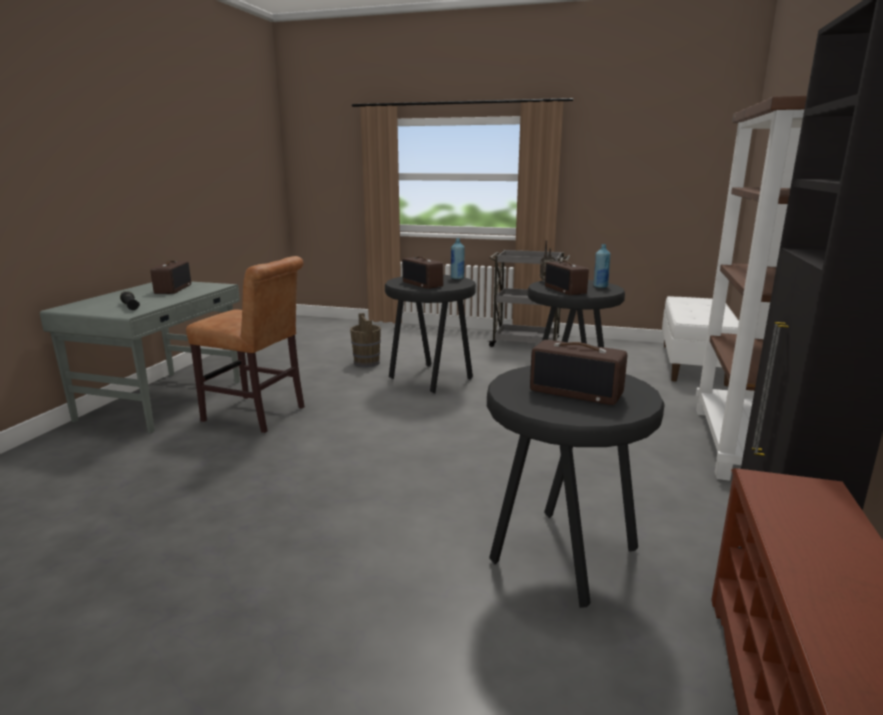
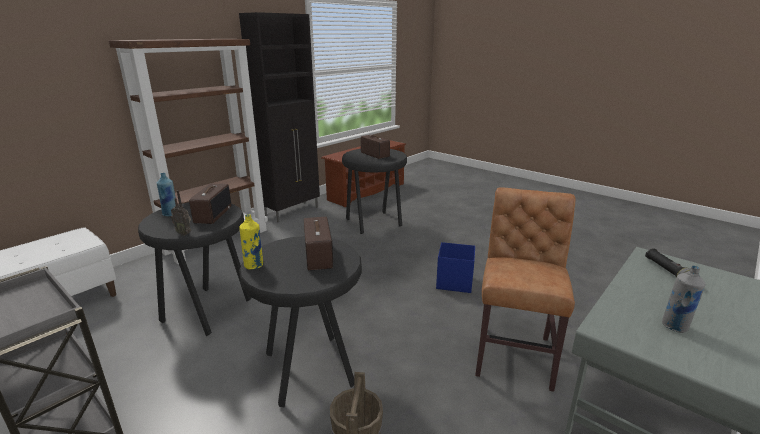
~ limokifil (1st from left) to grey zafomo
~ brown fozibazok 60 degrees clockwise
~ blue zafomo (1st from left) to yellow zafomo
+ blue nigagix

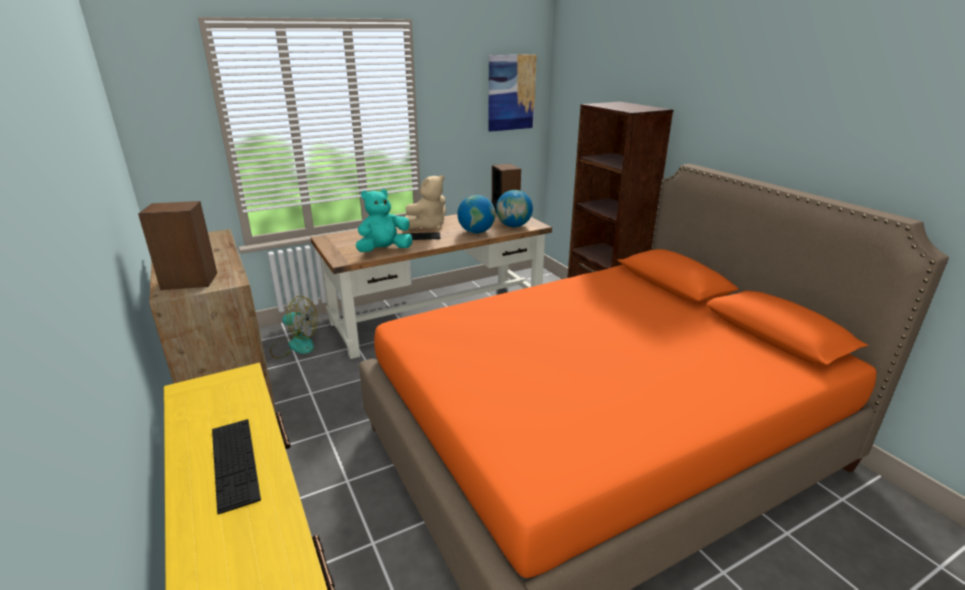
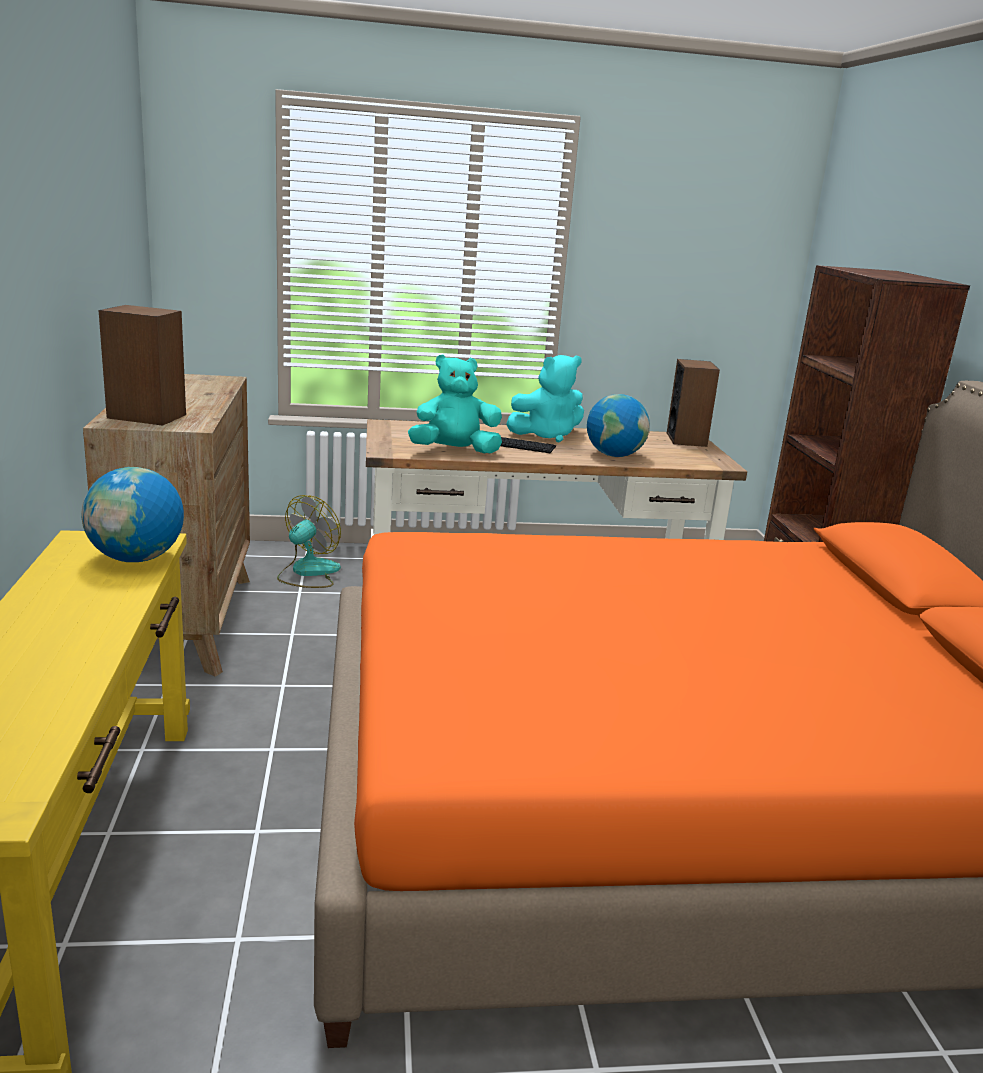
- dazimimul (1st from left)
~ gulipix 90 degrees counterclockwise
~ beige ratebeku to turquoise ratebeku (2nd from left)
- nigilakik
~ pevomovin (2nd from left in the first image) to pevomovin (1st from left)

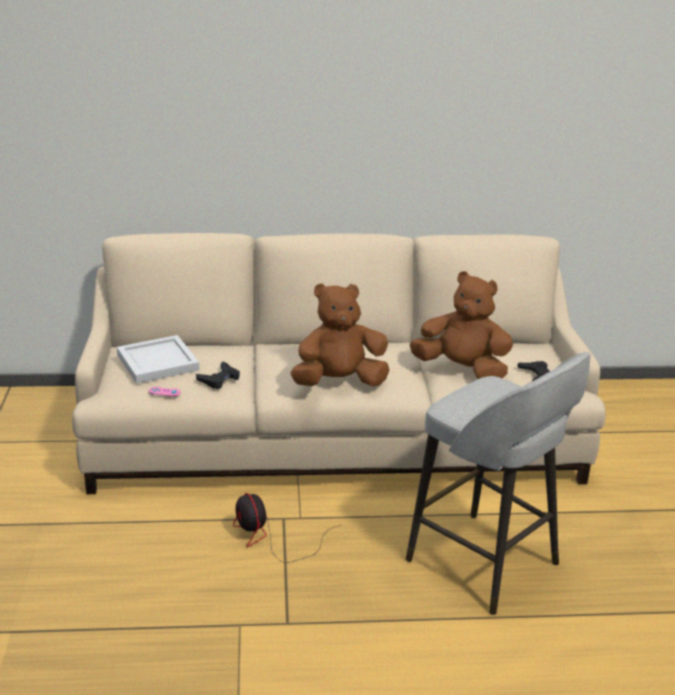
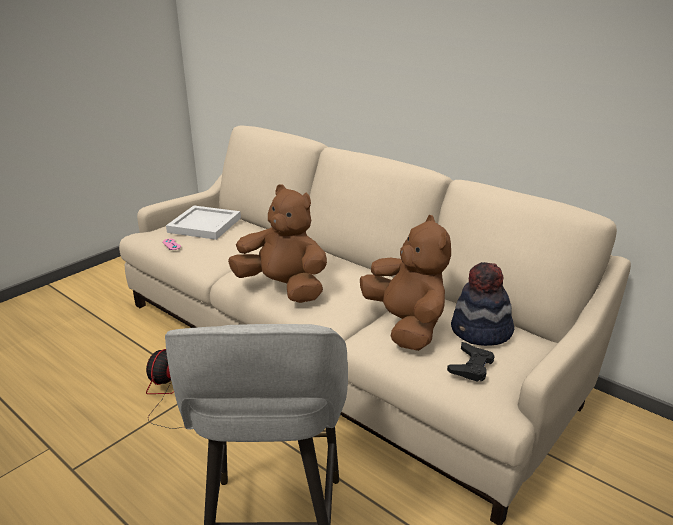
- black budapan (1st from left)
+ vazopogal

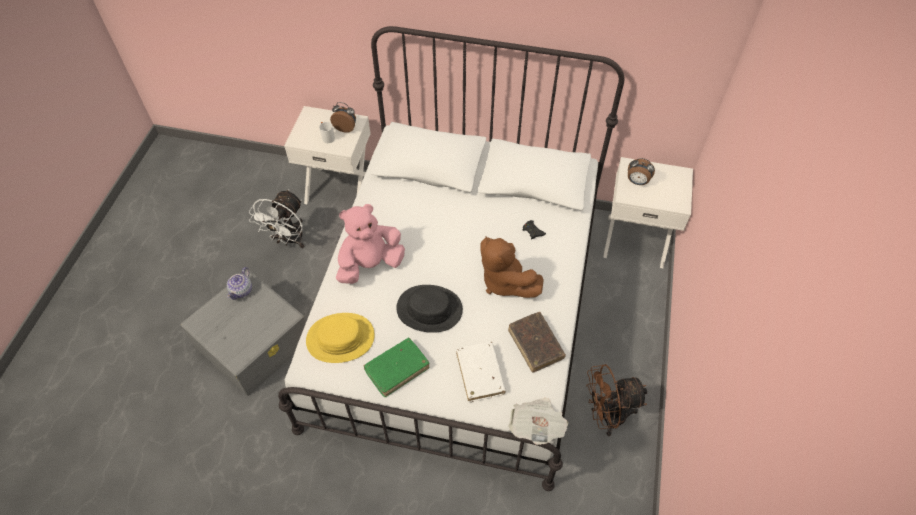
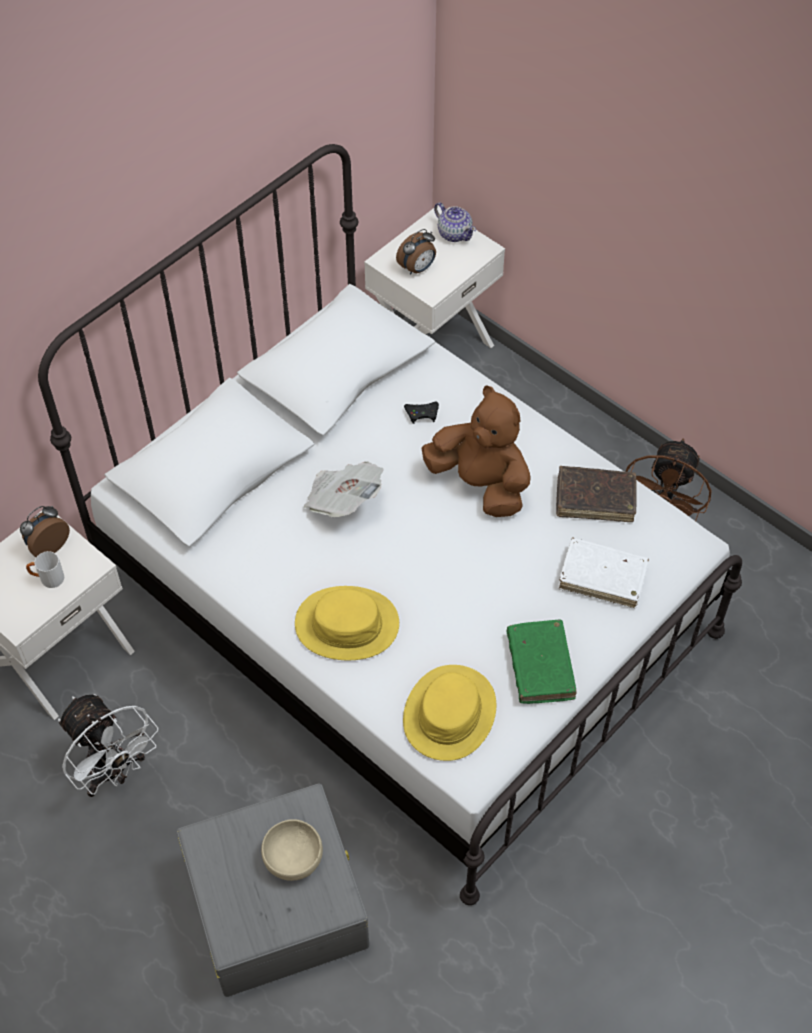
~ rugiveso
~ pink ratebeku to yellow vazopogal (1st from left)
- black vazopogal
~ brown ratebeku 135 degrees counterclockwise
~ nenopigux
+ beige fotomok

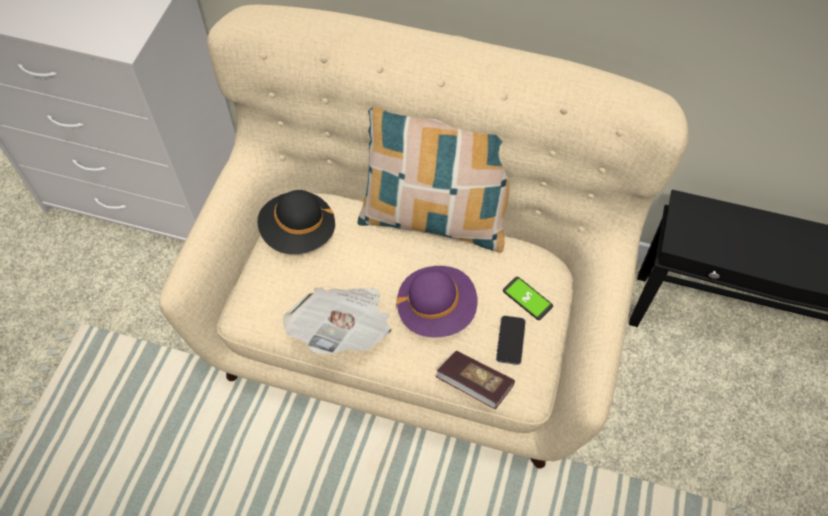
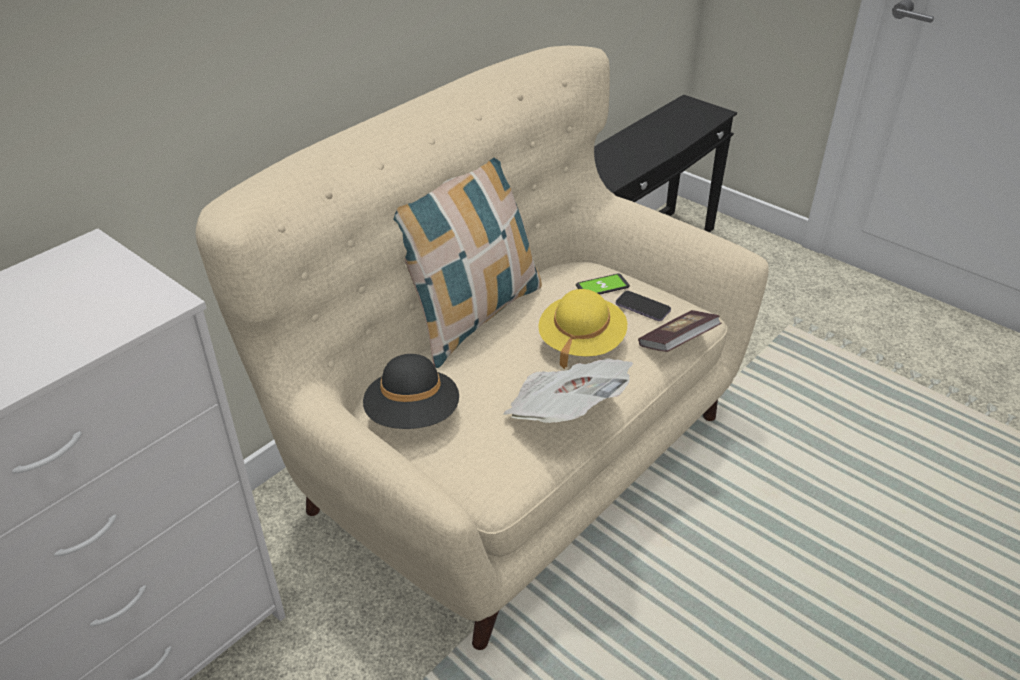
~ purple vazopogal to yellow vazopogal

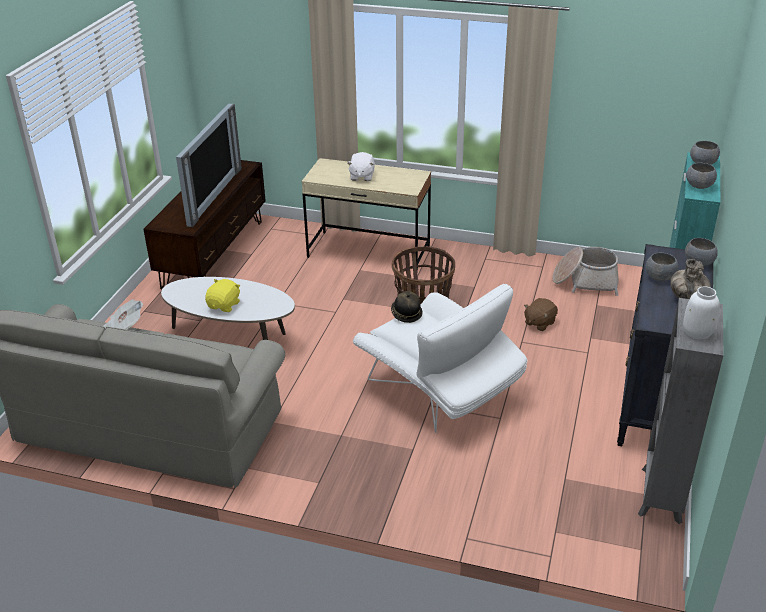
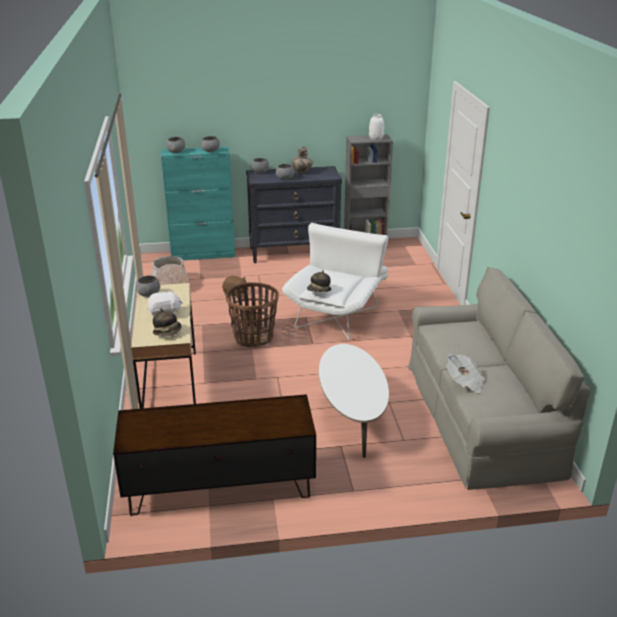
- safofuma
- yellow ratebeku
+ grey fotomok (1st from left)
+ vazopogal (1st from left)

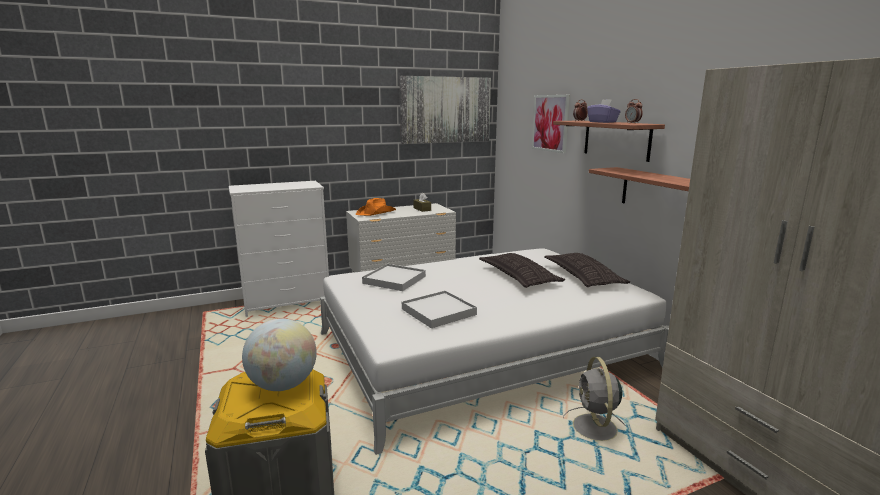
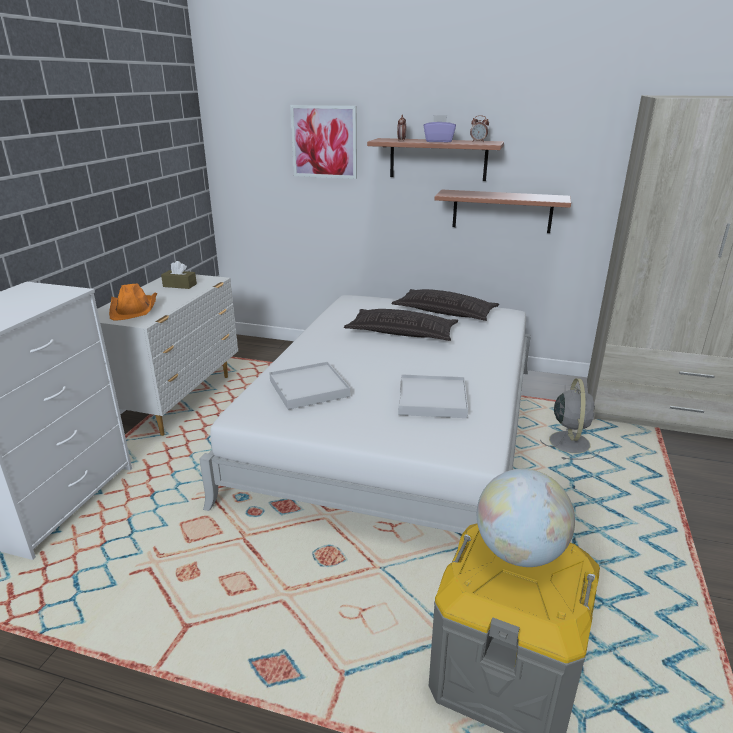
- nigilakik (1st from left)
~ grey gulipix 120 degrees counterclockwise

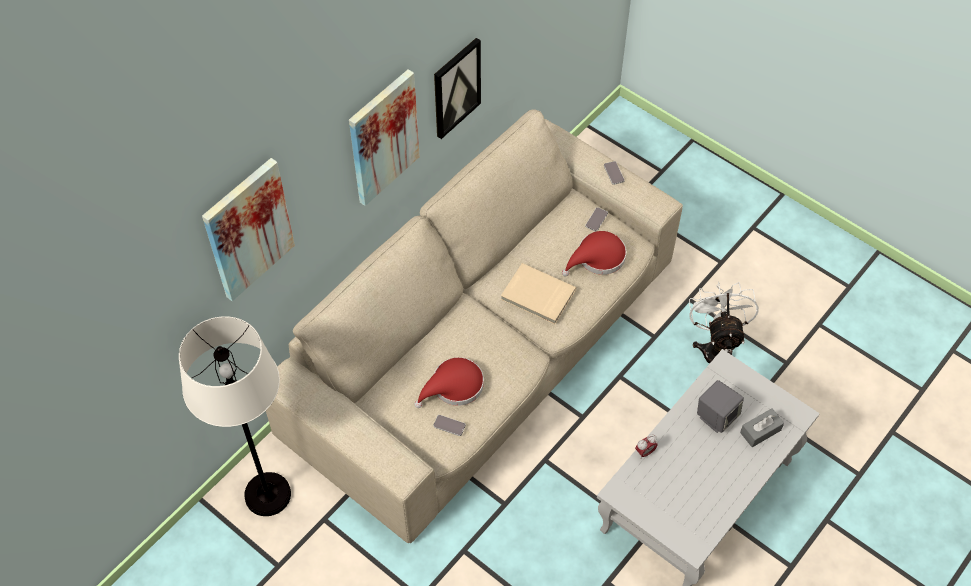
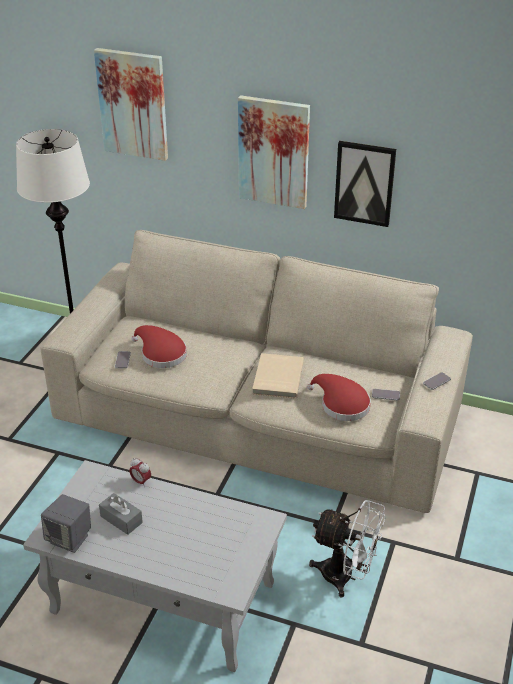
~ white gulipix 45 degrees clockwise
~ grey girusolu
~ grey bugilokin

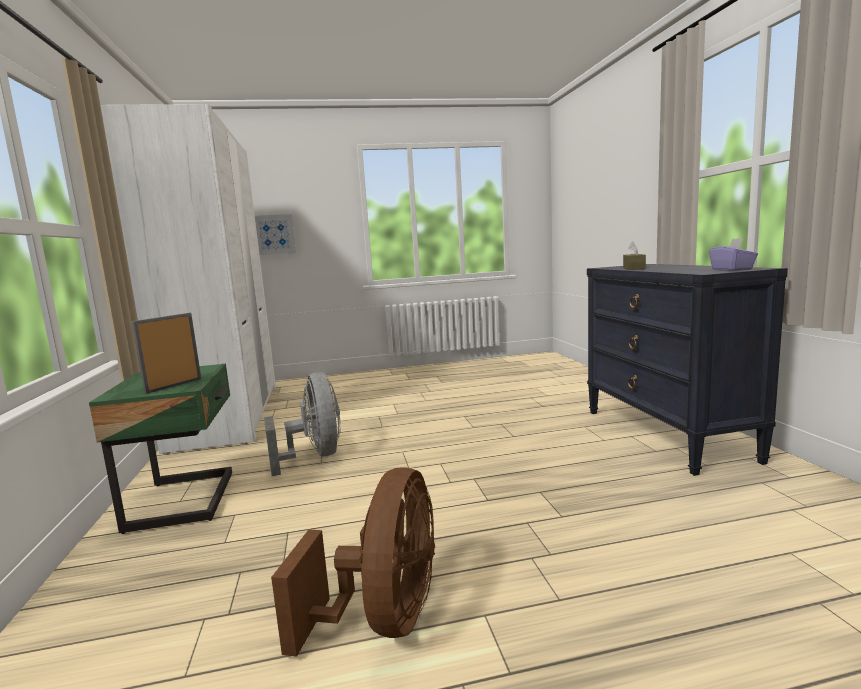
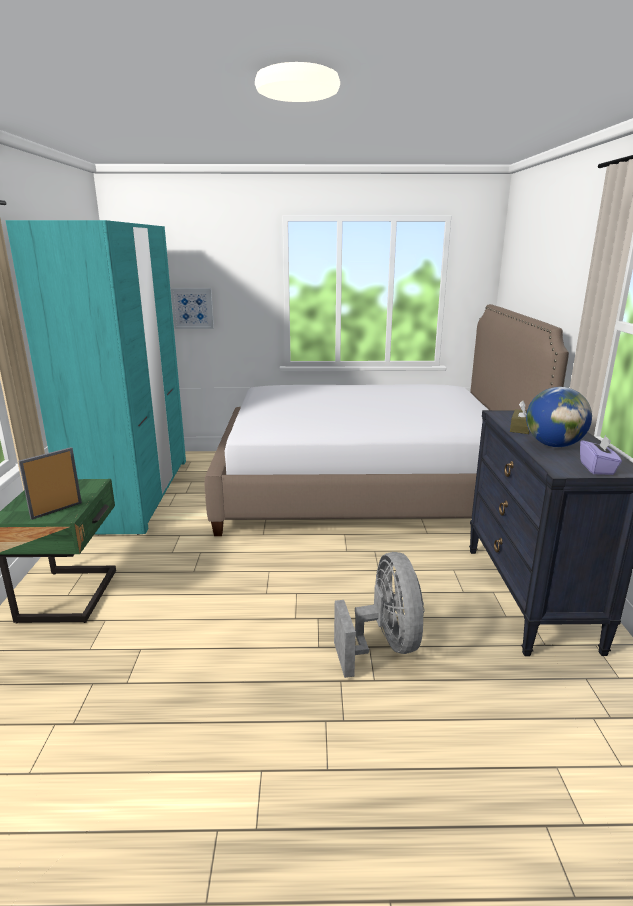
~ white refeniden to turquoise refeniden
~ grey gulipix
- brown gulipix
+ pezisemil
+ pevomovin

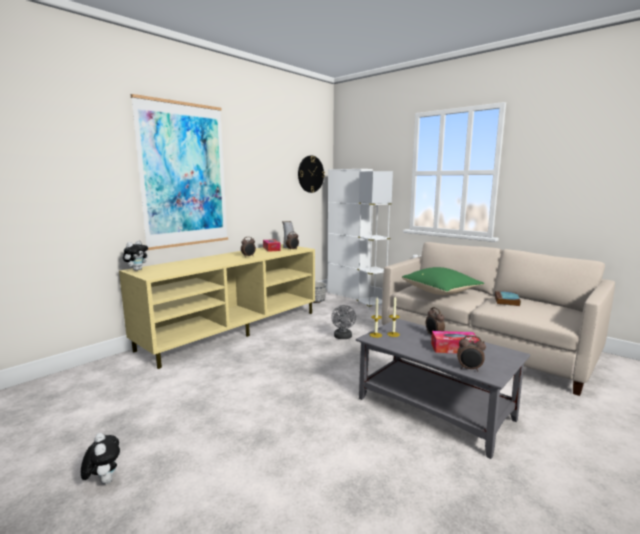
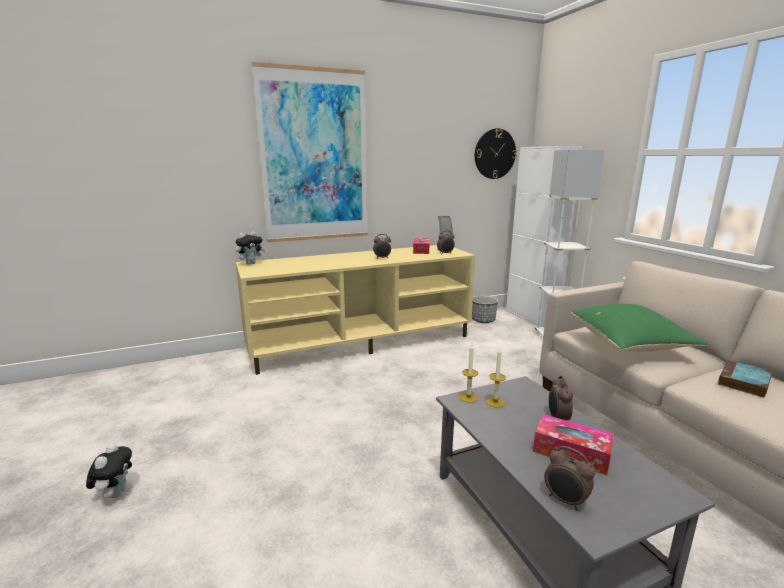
- grey gulipix

